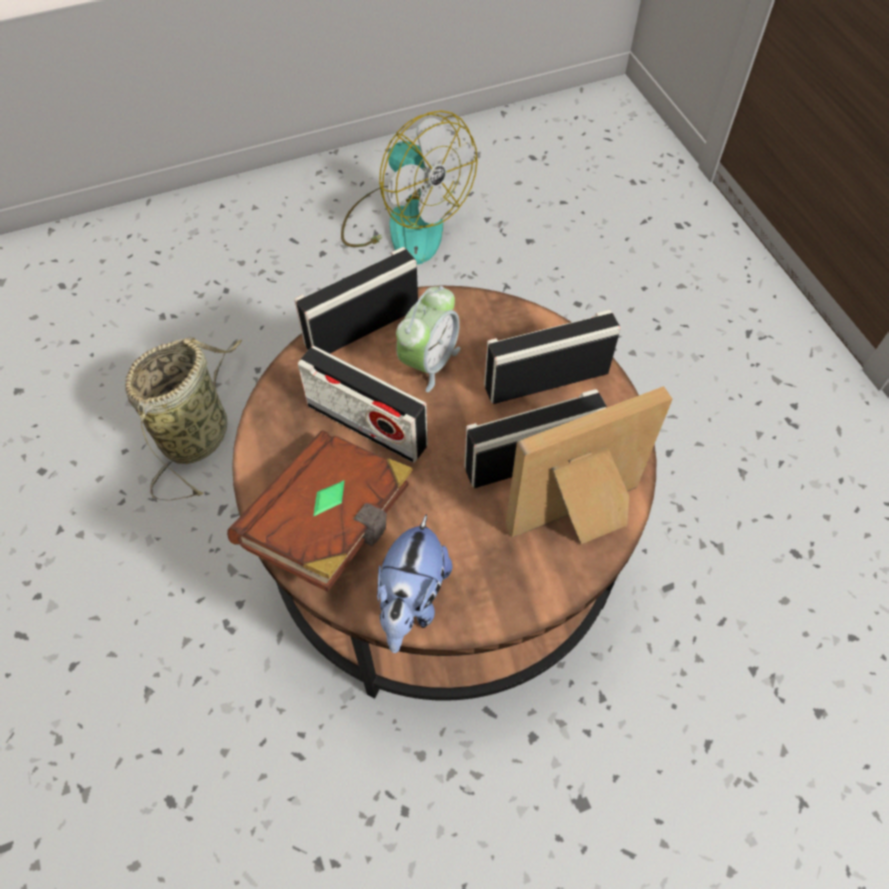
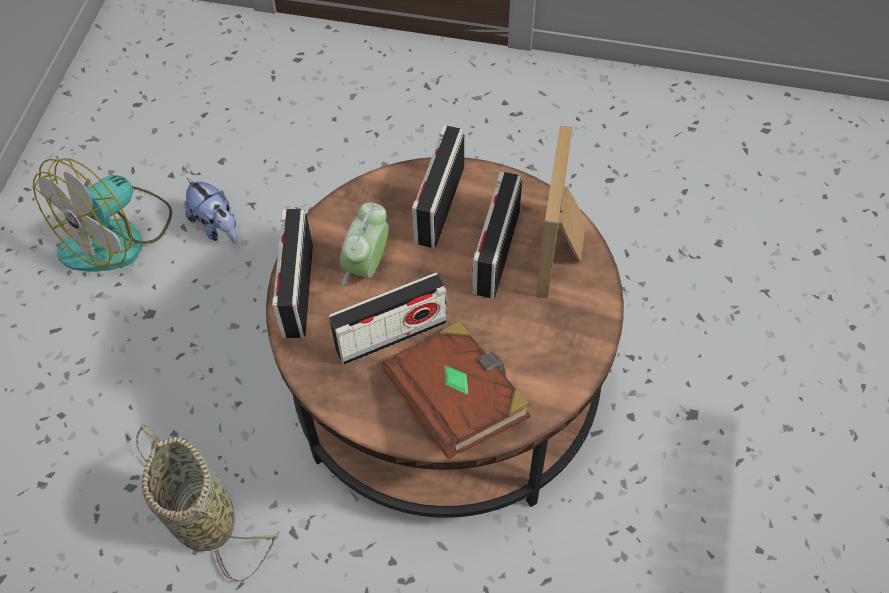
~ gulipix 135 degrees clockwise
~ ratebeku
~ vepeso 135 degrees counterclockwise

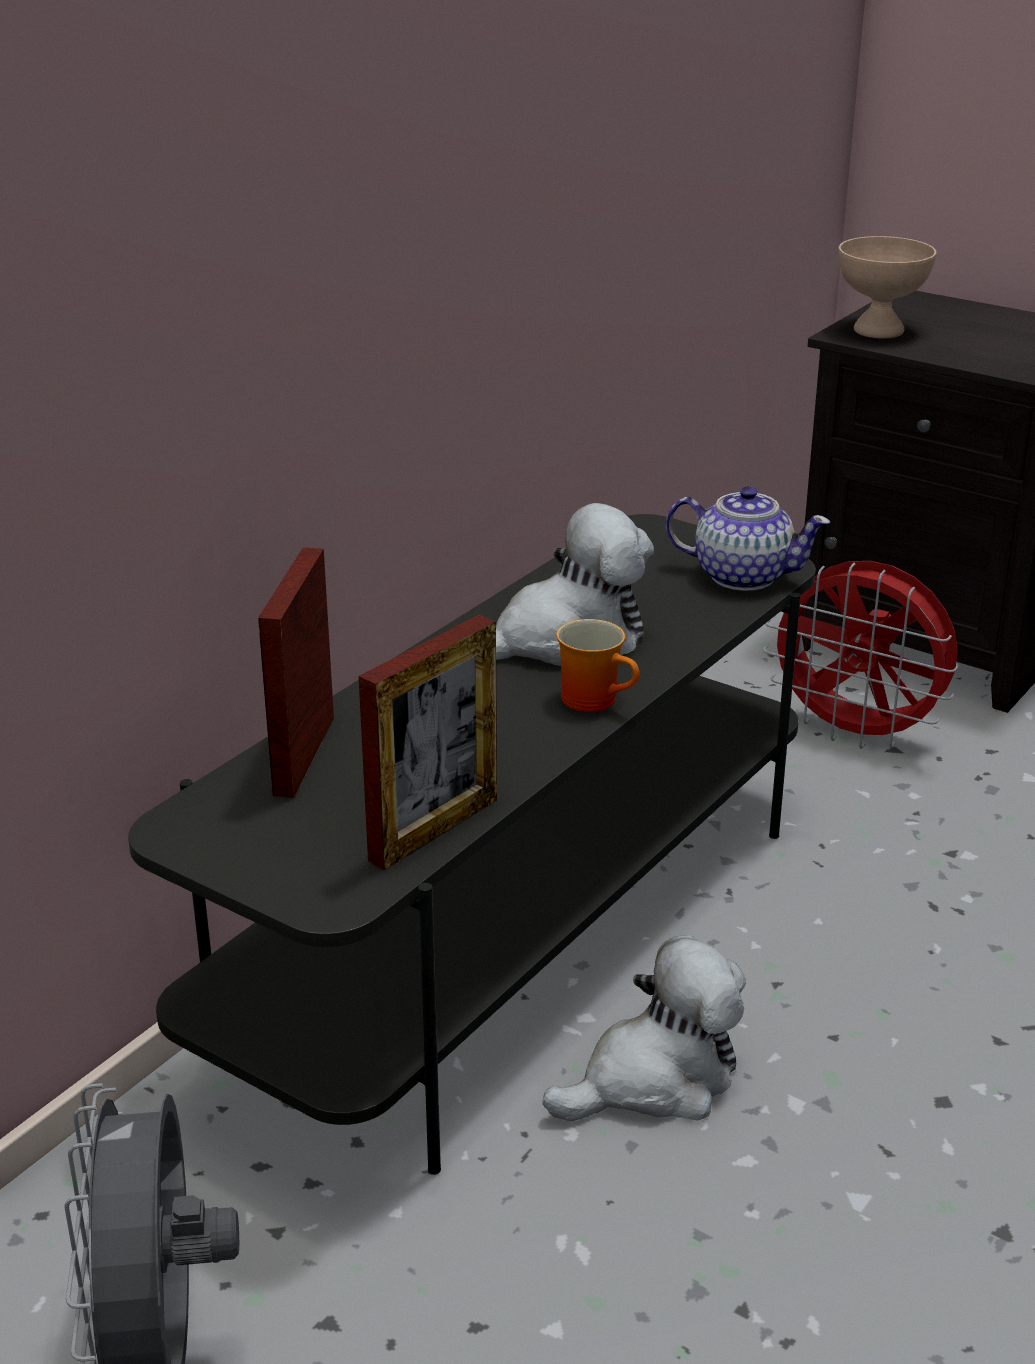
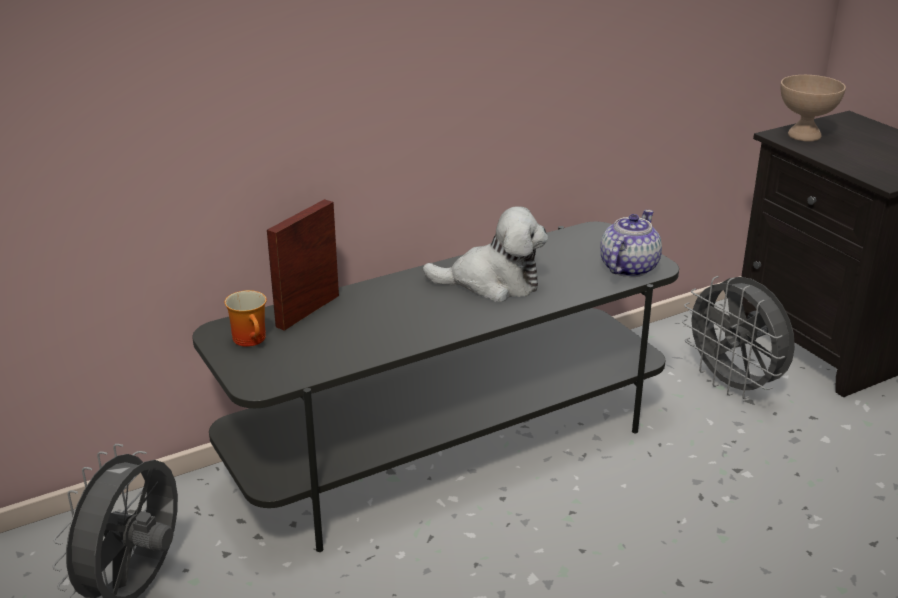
- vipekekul (2nd from left)
- ratebeku (2nd from left)
~ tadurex
~ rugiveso 105 degrees counterclockwise
~ red gulipix to grey gulipix (2nd from left)

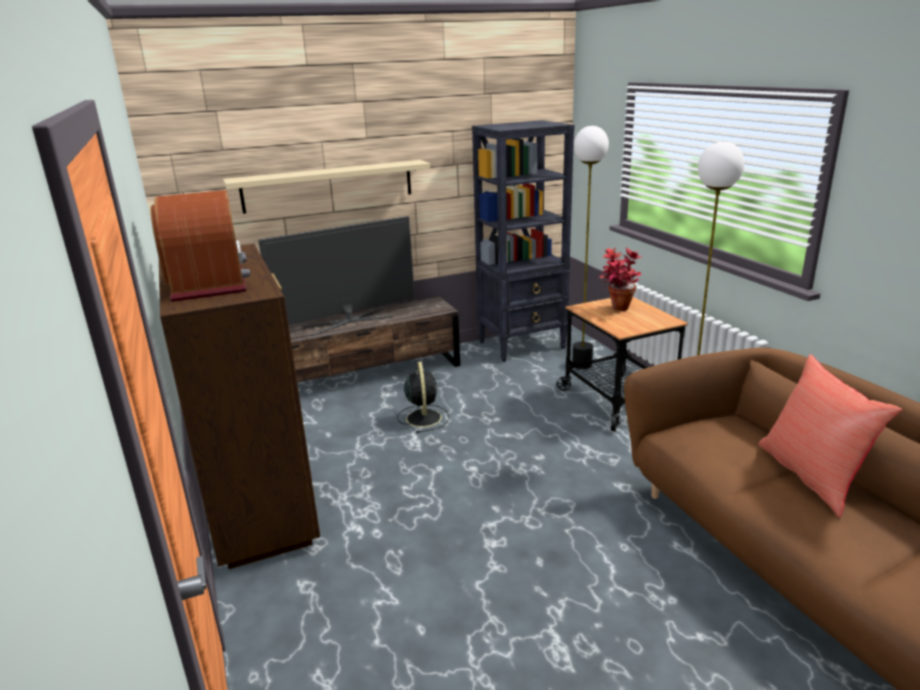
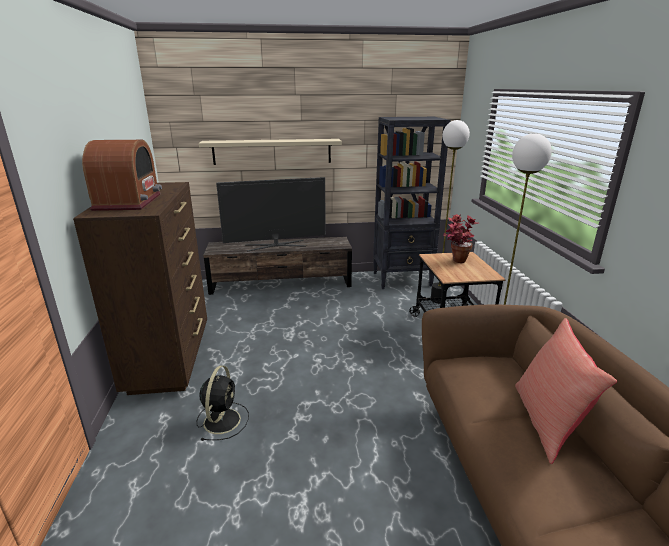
~ black gulipix

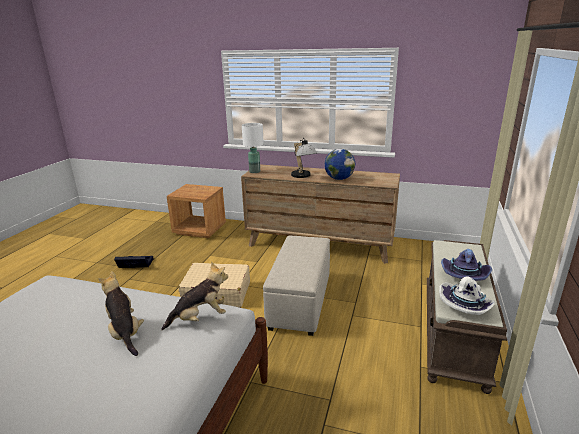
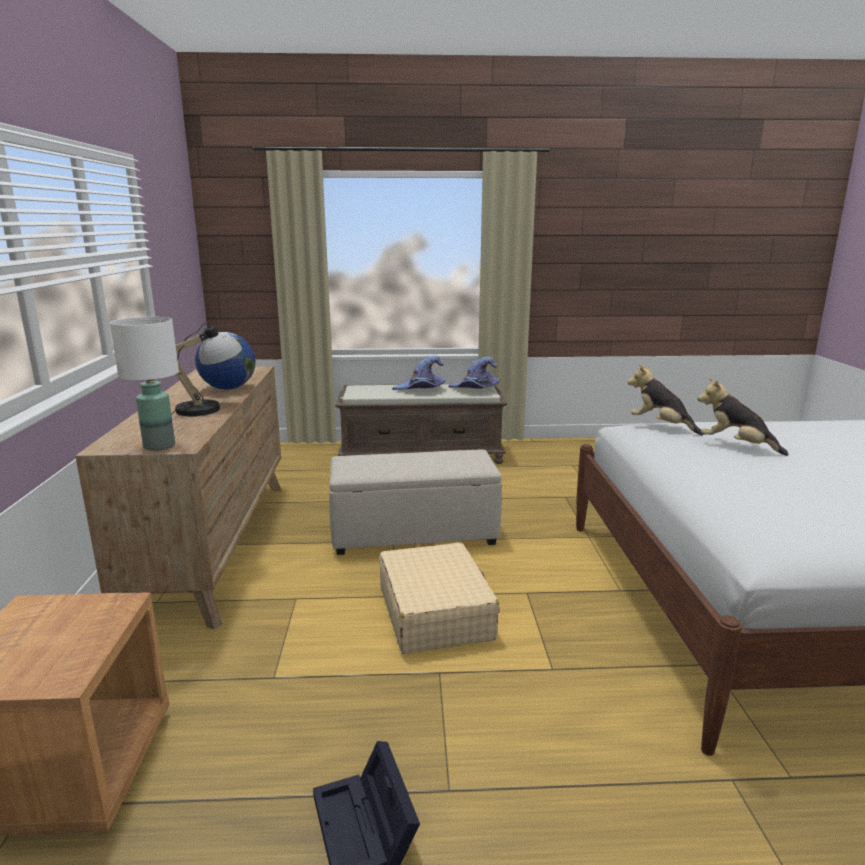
~ ratebeku (1st from left in the first image) 90 degrees clockwise
~ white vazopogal to purple vazopogal (2nd from left)

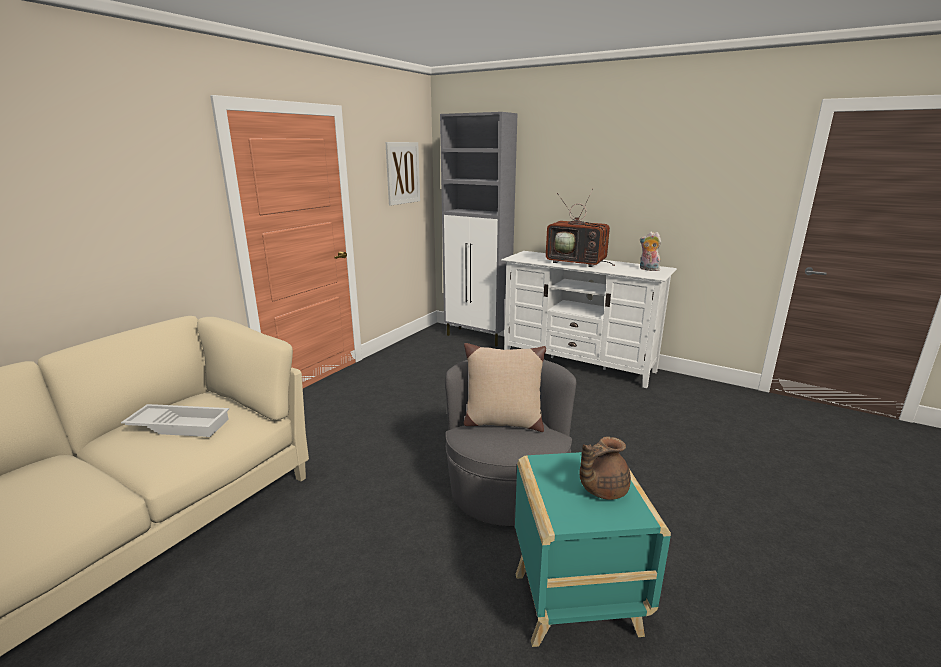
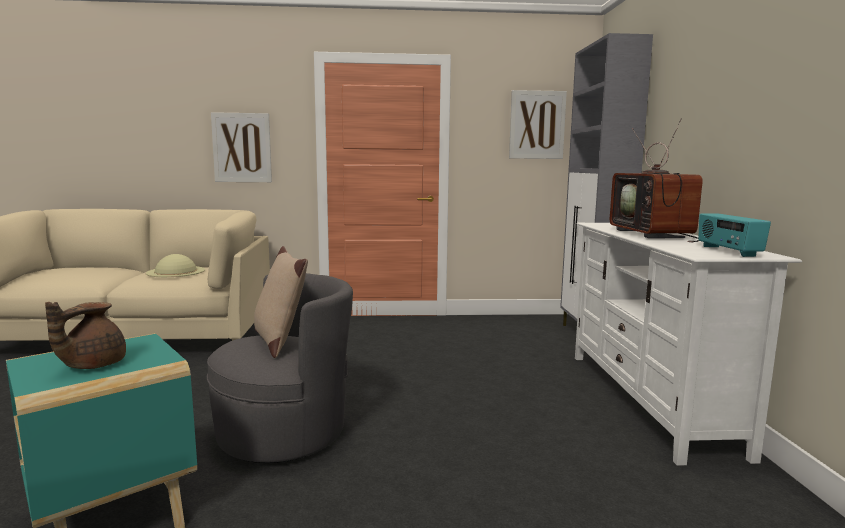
~ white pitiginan to beige vazopogal
~ brown rugiveso 90 degrees counterclockwise
~ ratebeku to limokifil
+ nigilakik (1st from left)

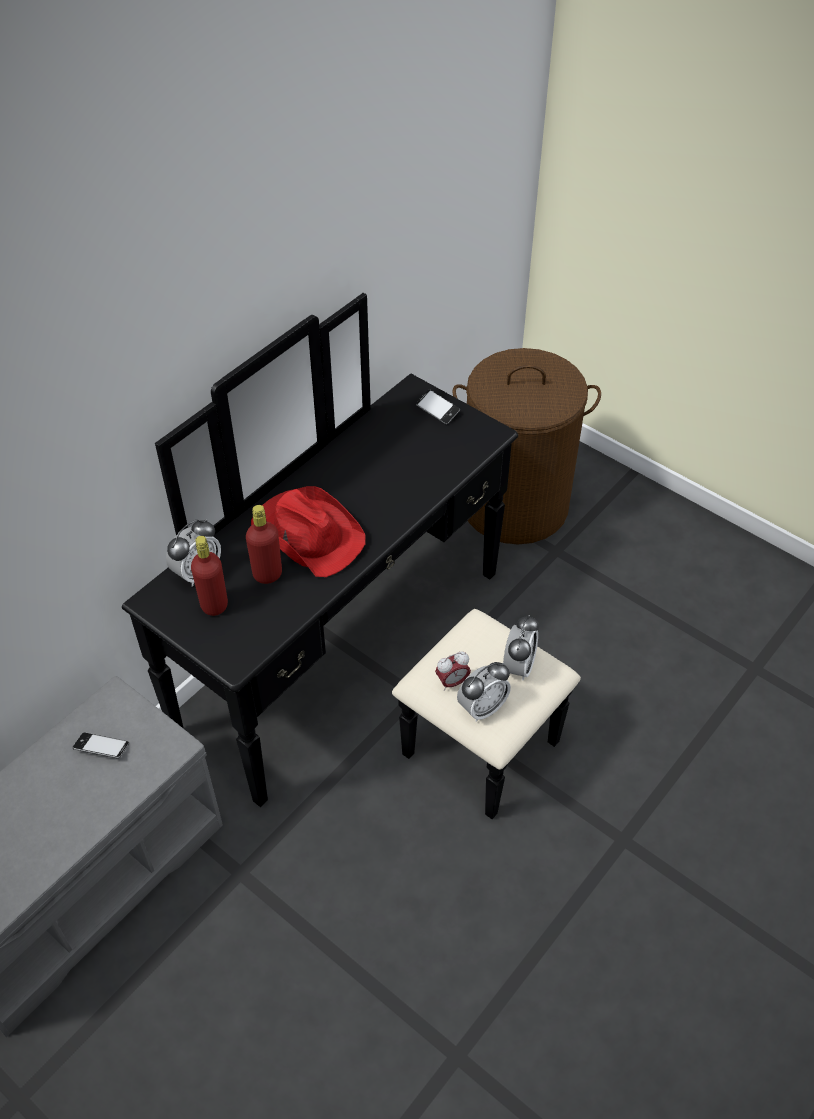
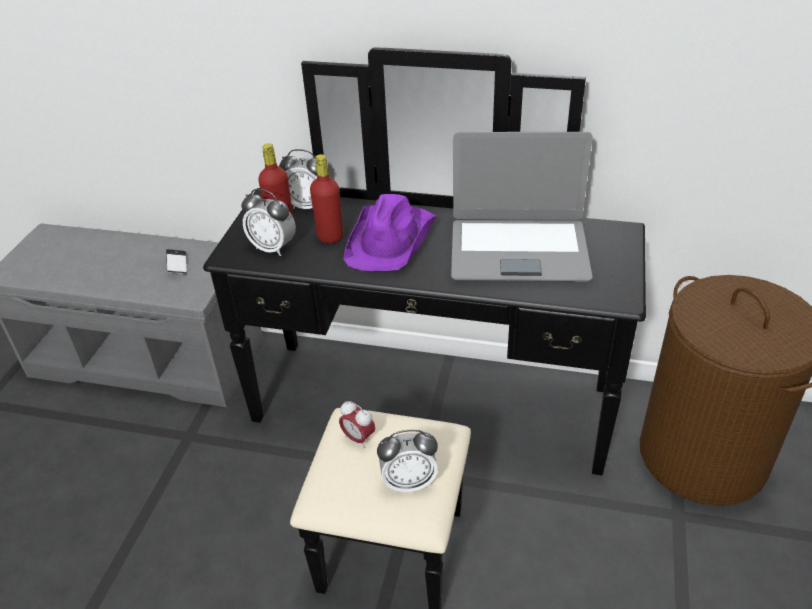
~ red vazopogal to purple vazopogal
- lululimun (2nd from left)
~ vepeso (3rd from left in the first image) to vepeso (1st from left)
+ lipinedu

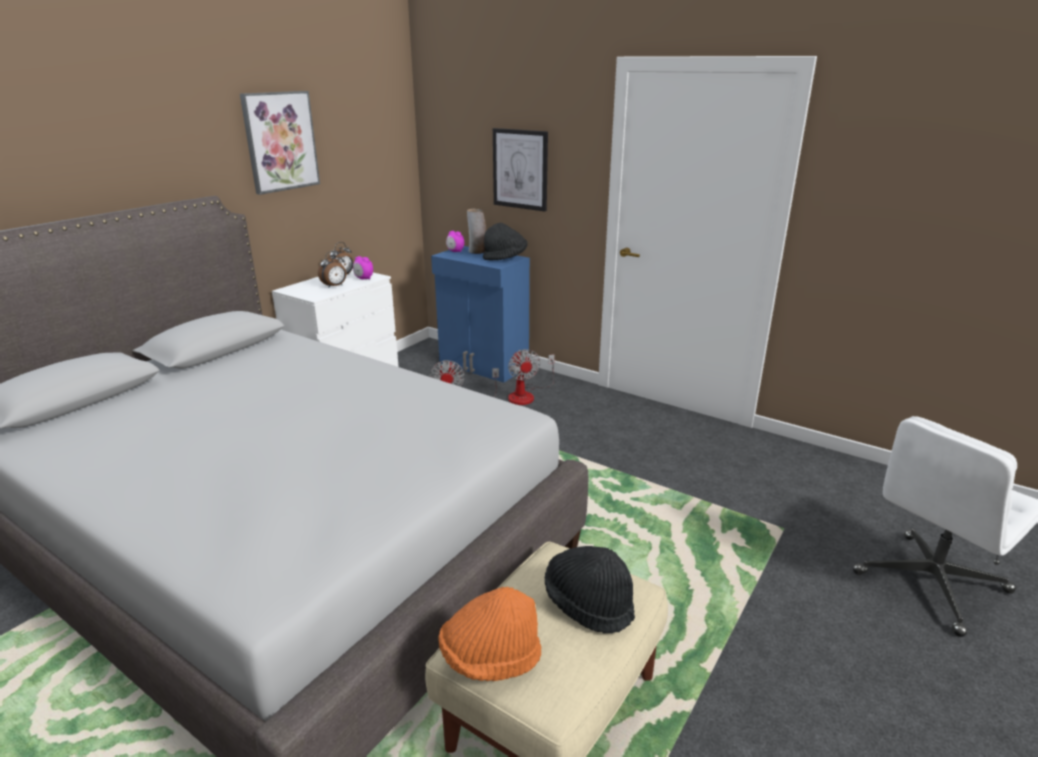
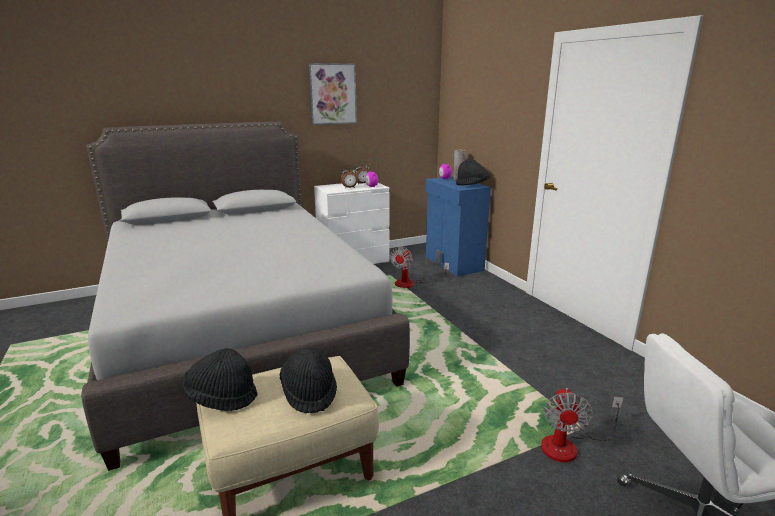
~ orange vazopogal to black vazopogal (1st from left)
- nigilakik (2nd from left)
~ gulipix (2nd from left)

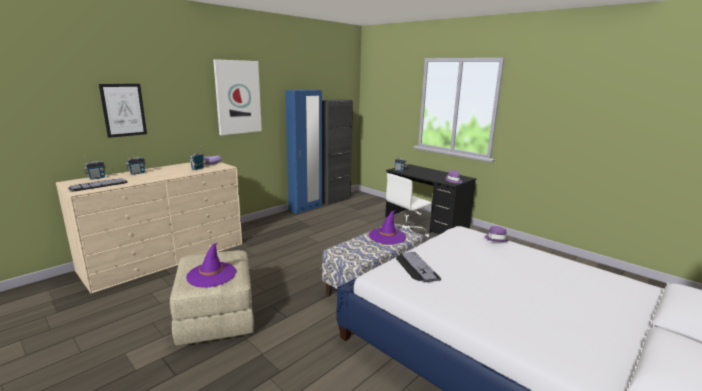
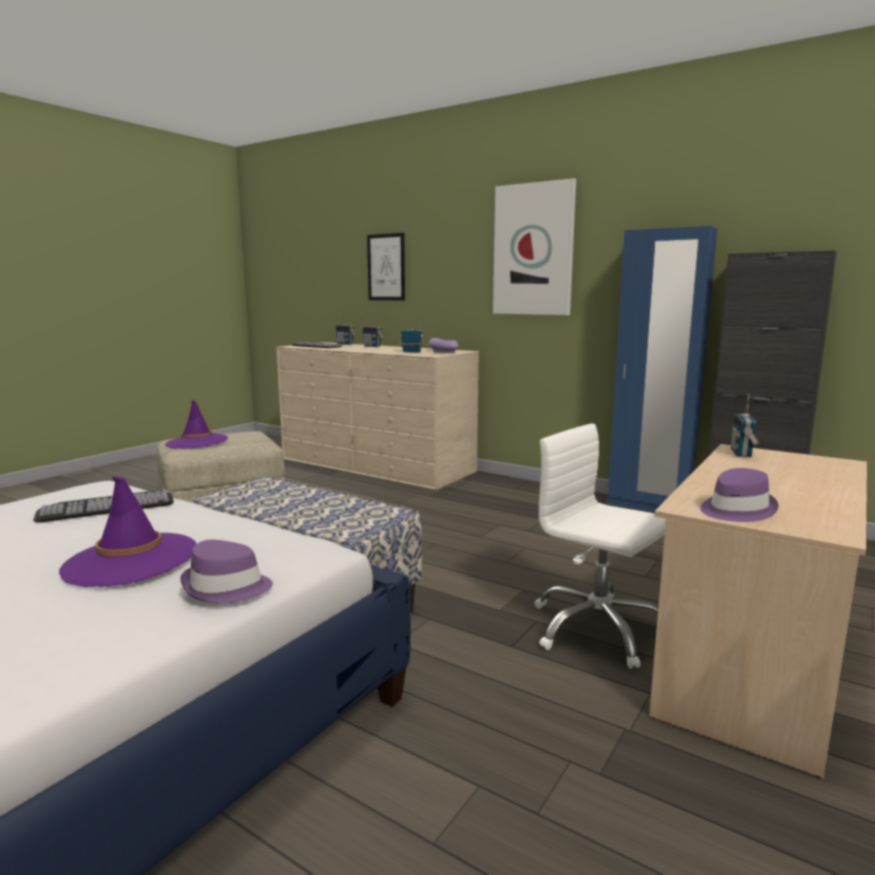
~ purple vazopogal (2nd from left in the first image) to purple vazopogal (1st from left)
~ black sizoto to beige sizoto

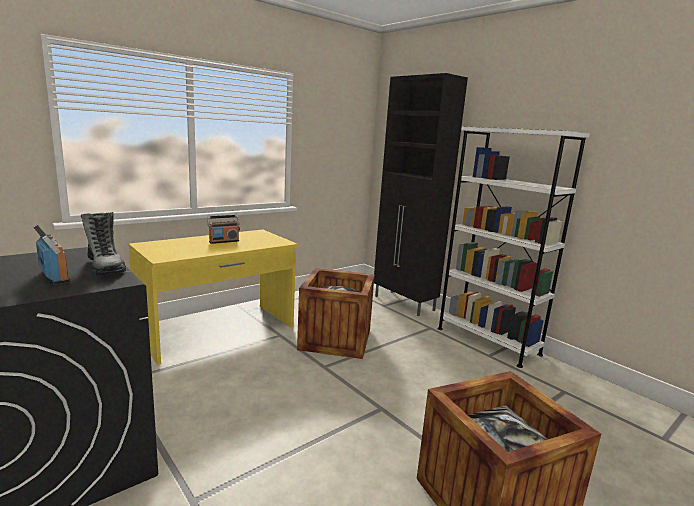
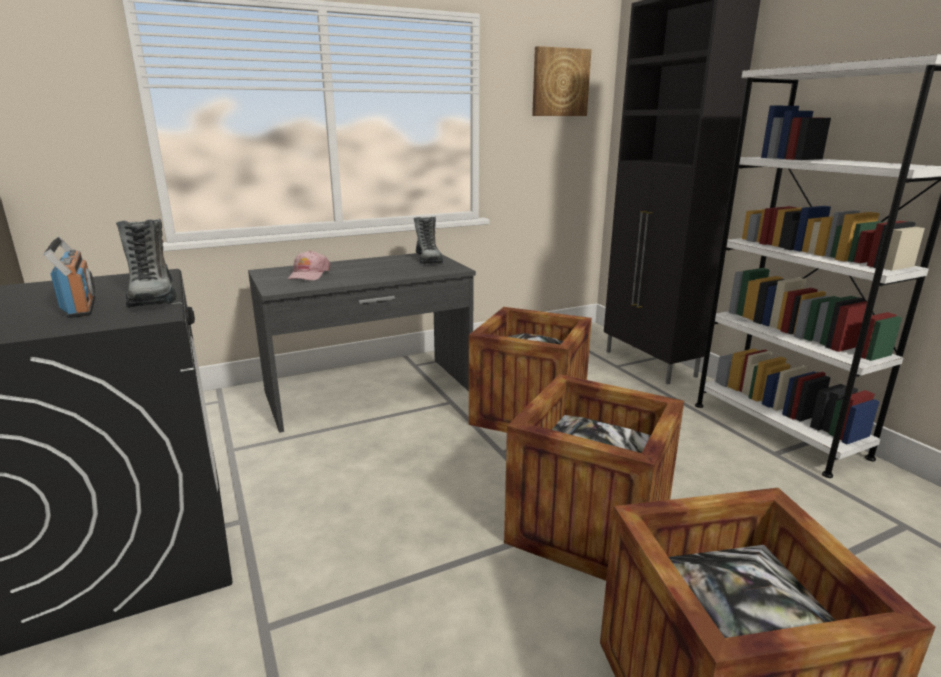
~ yellow sizoto to grey sizoto
- limokifil (2nd from left)
+ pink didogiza
+ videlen (2nd from left)
+ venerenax (2nd from left)
+ nigilakik

